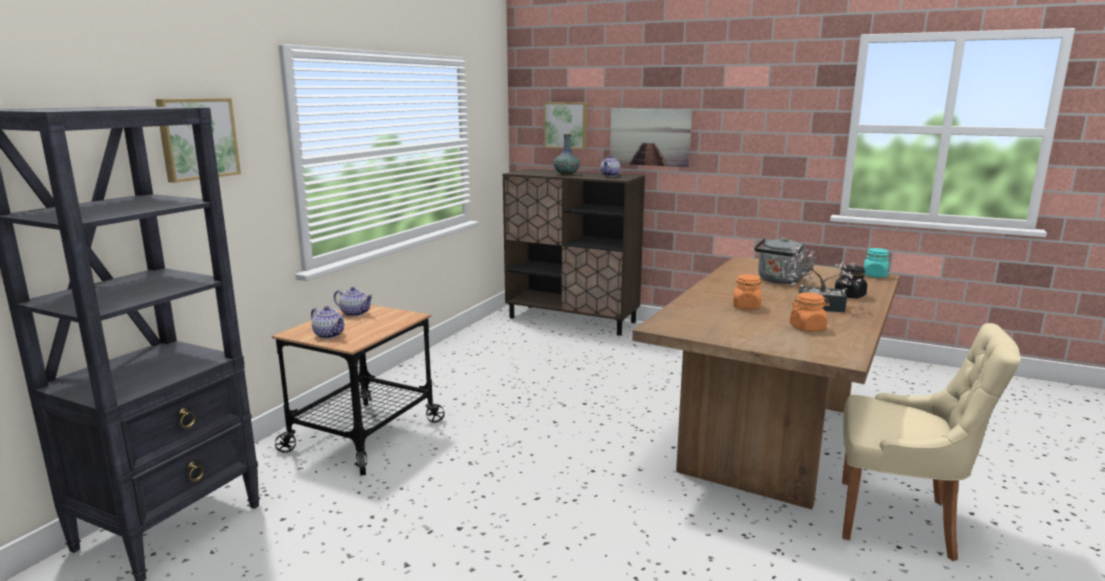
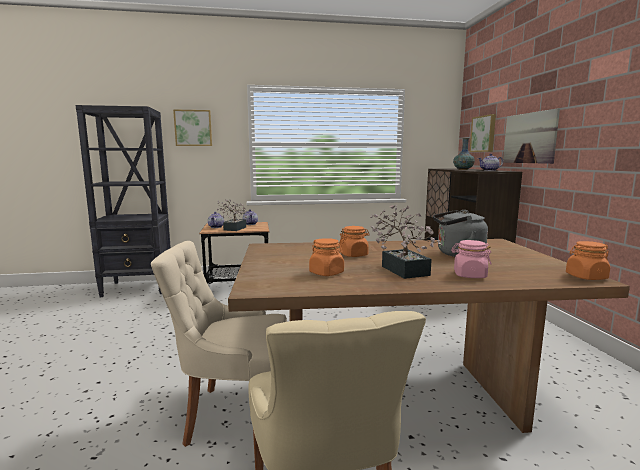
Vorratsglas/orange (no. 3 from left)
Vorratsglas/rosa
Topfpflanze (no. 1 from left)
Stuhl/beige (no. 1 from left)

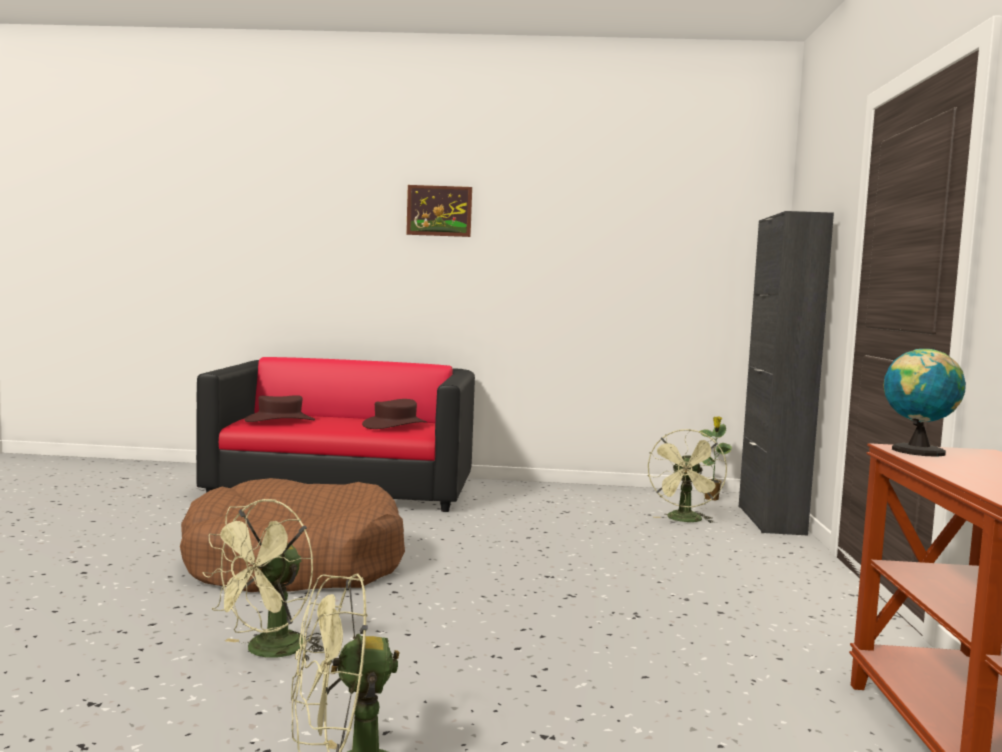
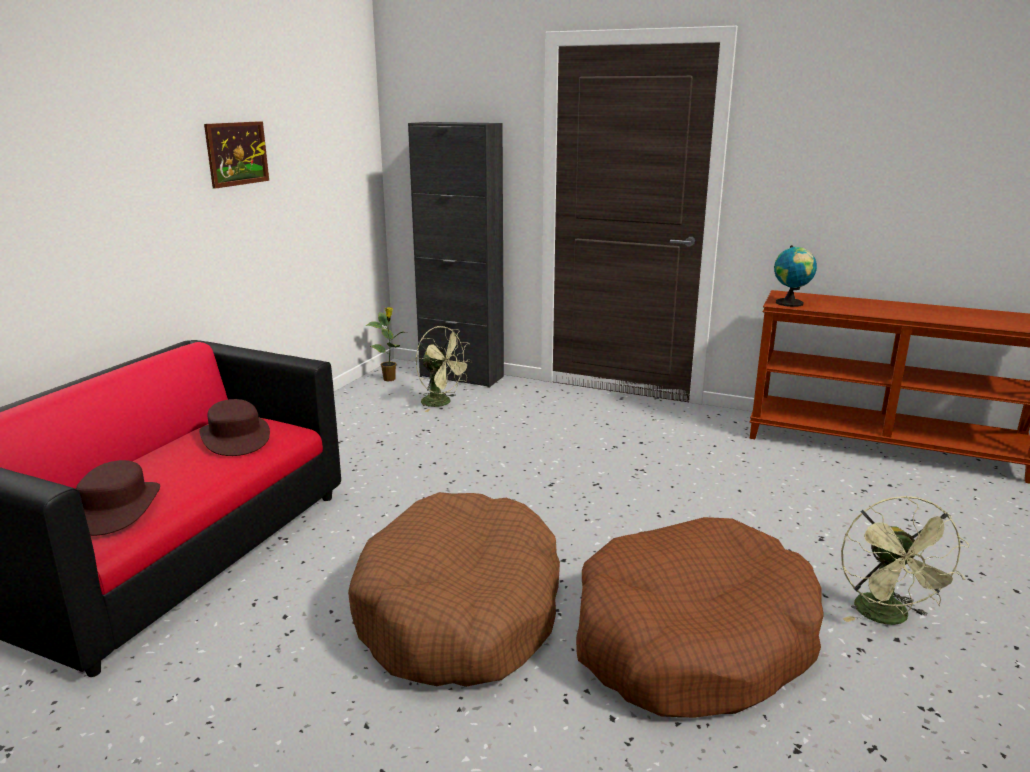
Bild
Hundebett/braun (no. 2 from left)

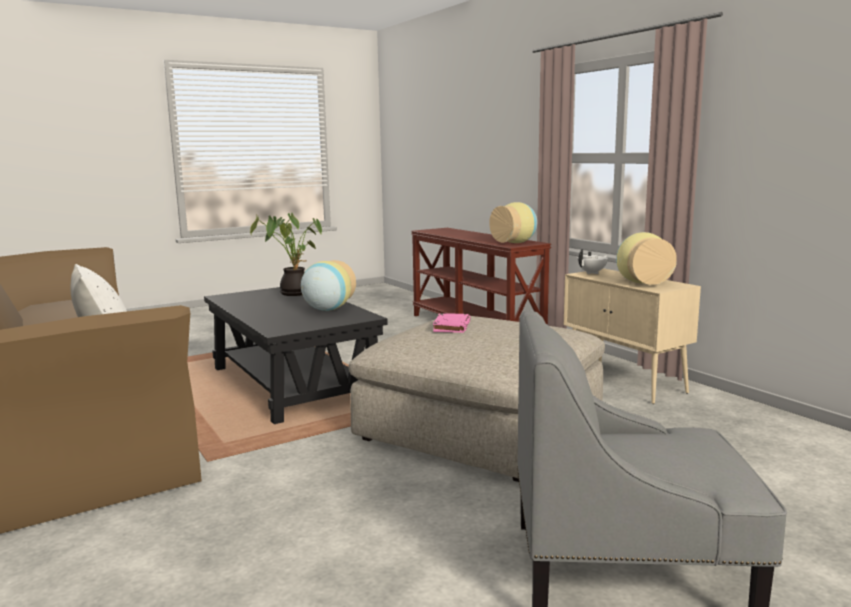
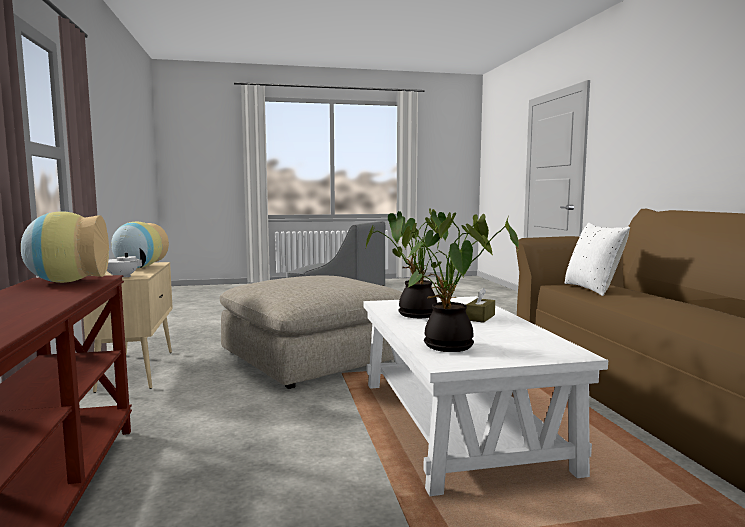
Topfpflanze (no. 1 from left)
Couchtisch/weiß
Buch/rosa
Taschentuchbox/braun

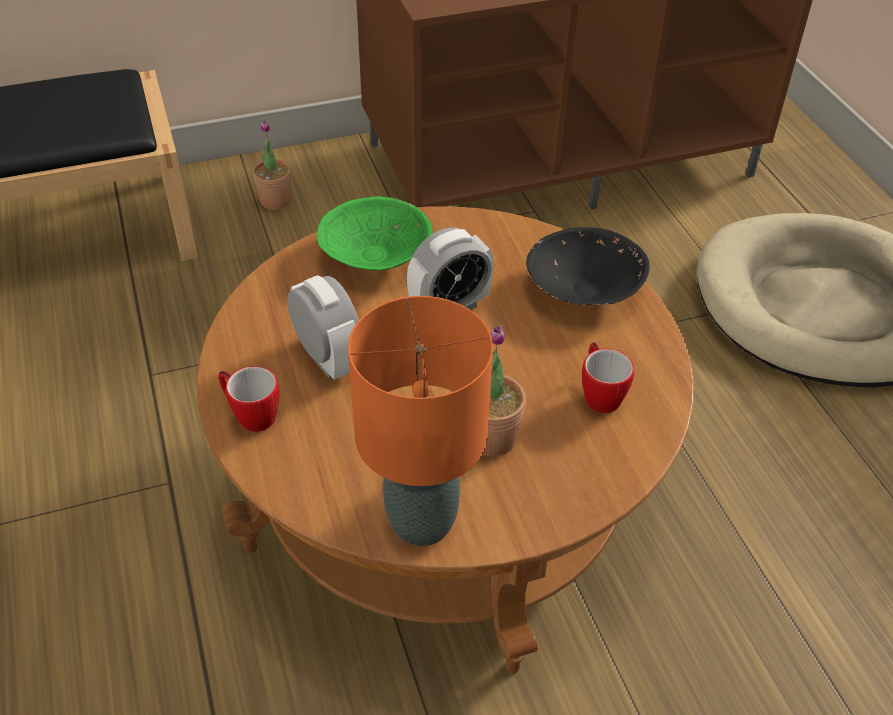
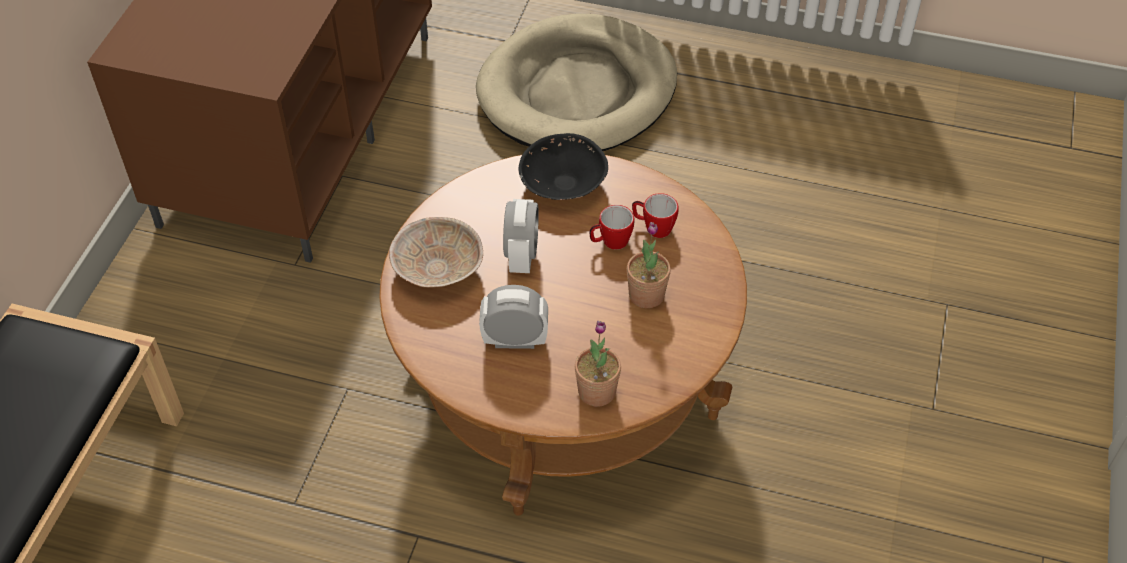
Topfpflanze (no. 1 from left)
Schüssel/beige
Tischlampe/orange
Henkelbecher (no. 1 from left)

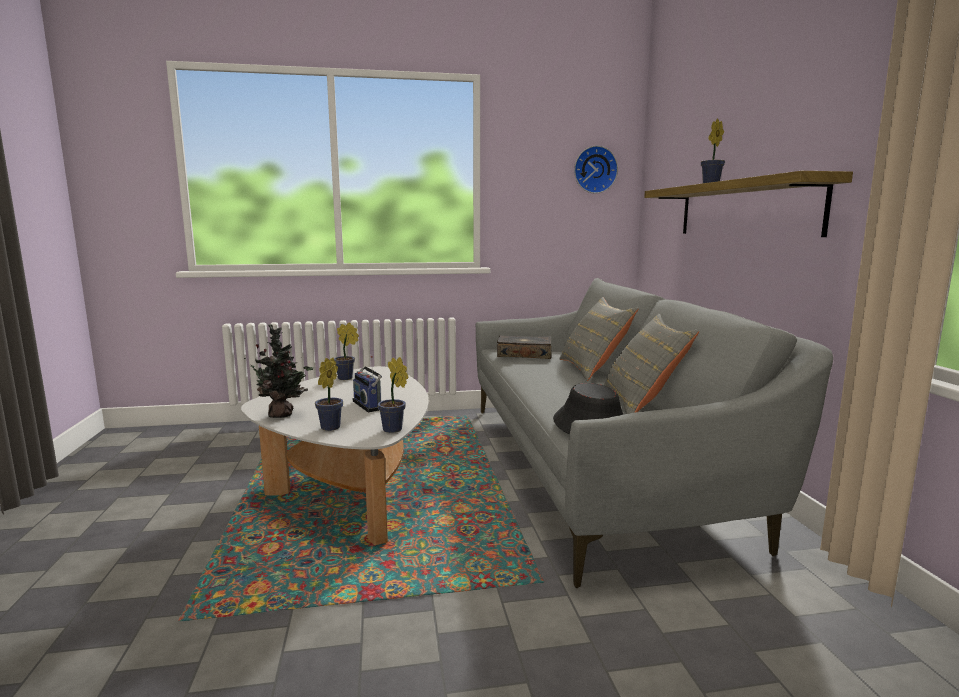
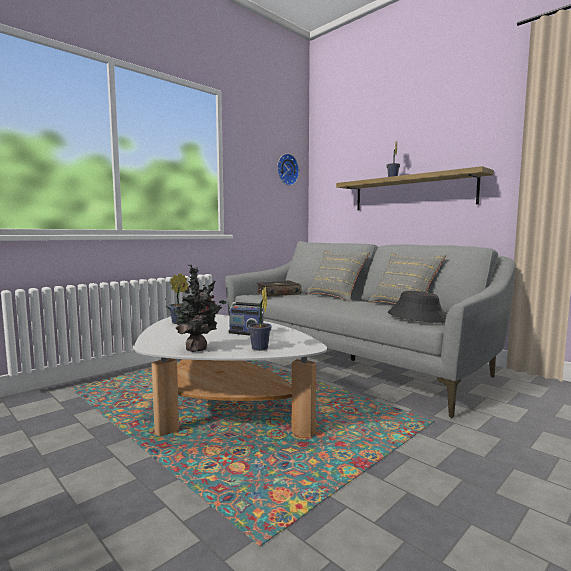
Topfpflanze (no. 4 from left in the first image)

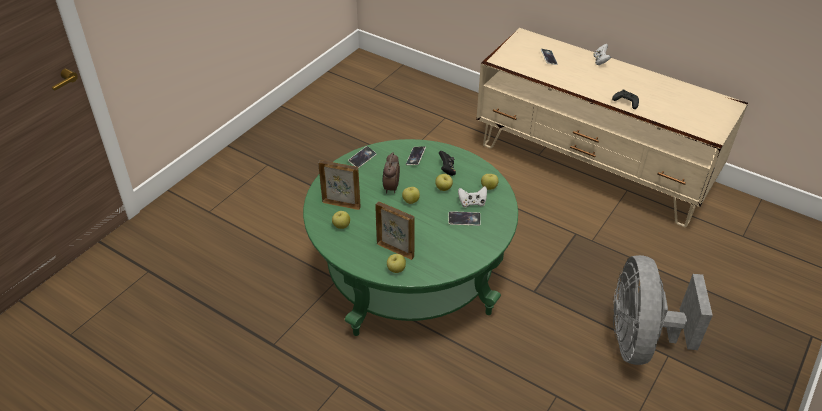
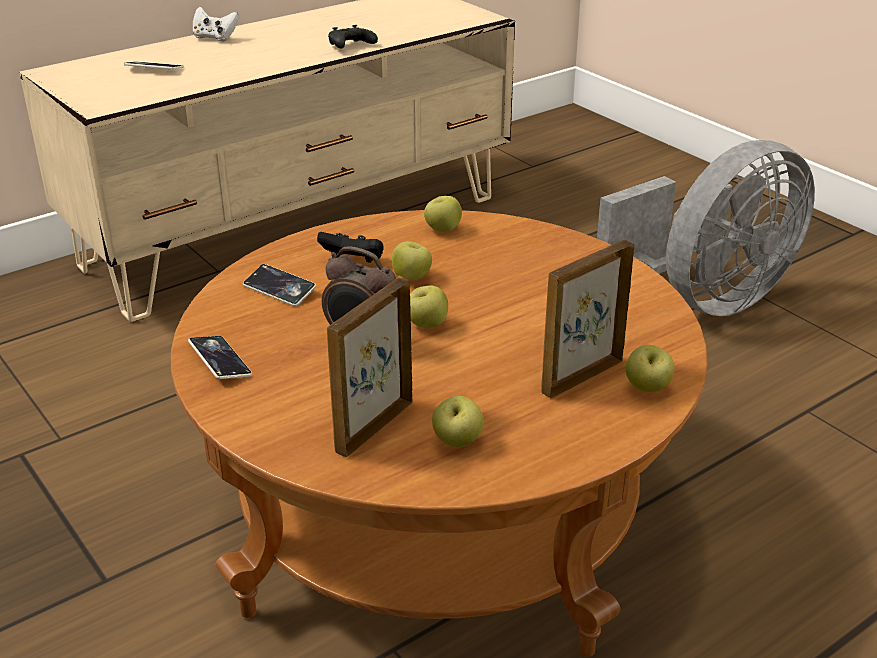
Couchtisch/braun
Gamepad/weiß (no. 1 from left in the first image)
Handy (no. 3 from left in the first image)
Ventilator/grau

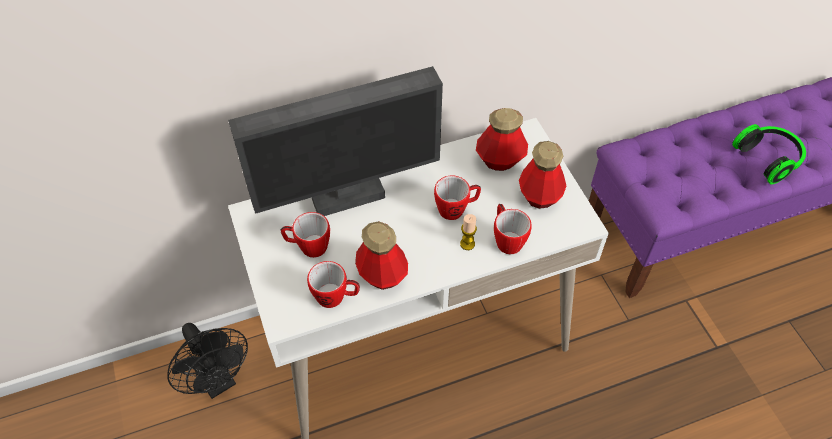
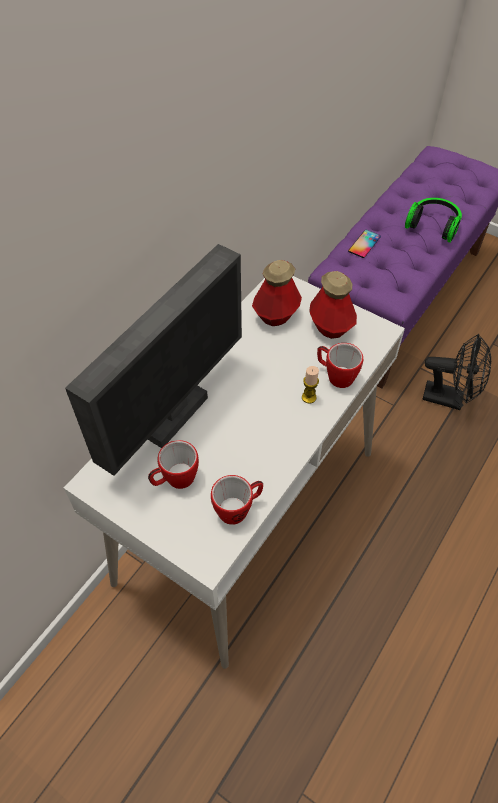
Henkelbecher (no. 3 from left in the first image)
Flasche (no. 1 from left in the first image)
Ventilator/schwarz
Handy

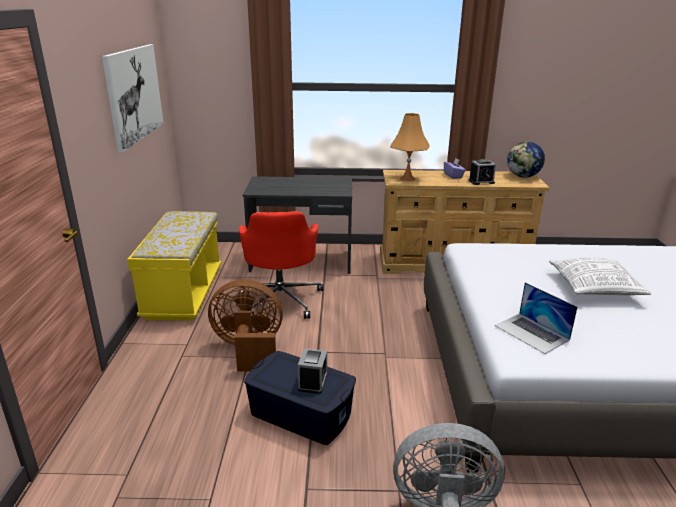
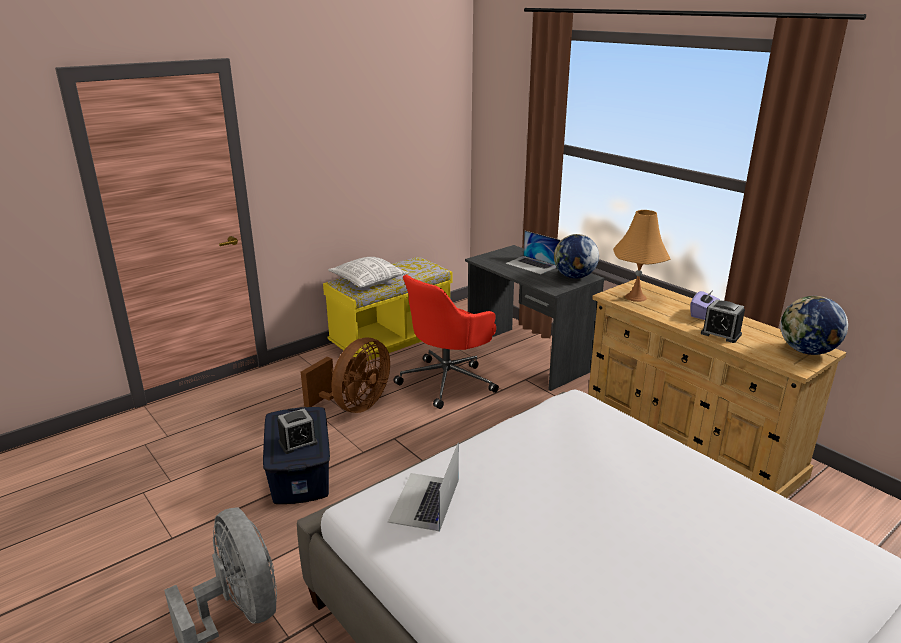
Bild
Kissen
Ventilator/braun
Laptop (no. 2 from left)
Globus (no. 1 from left)

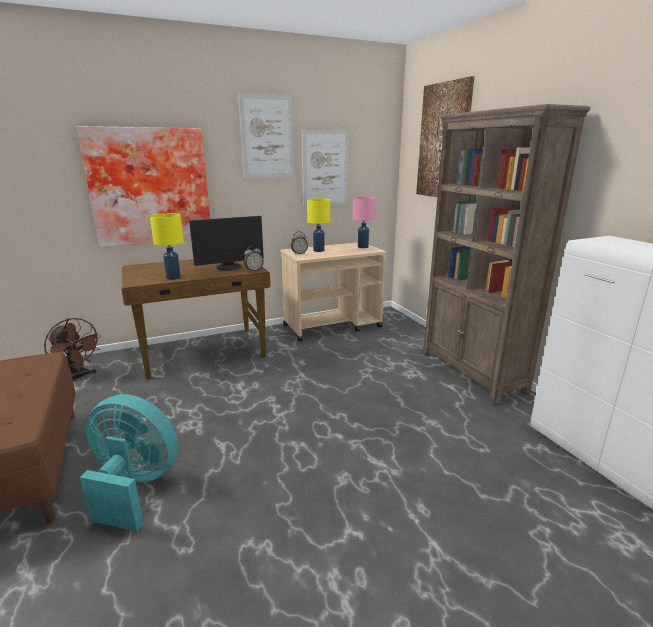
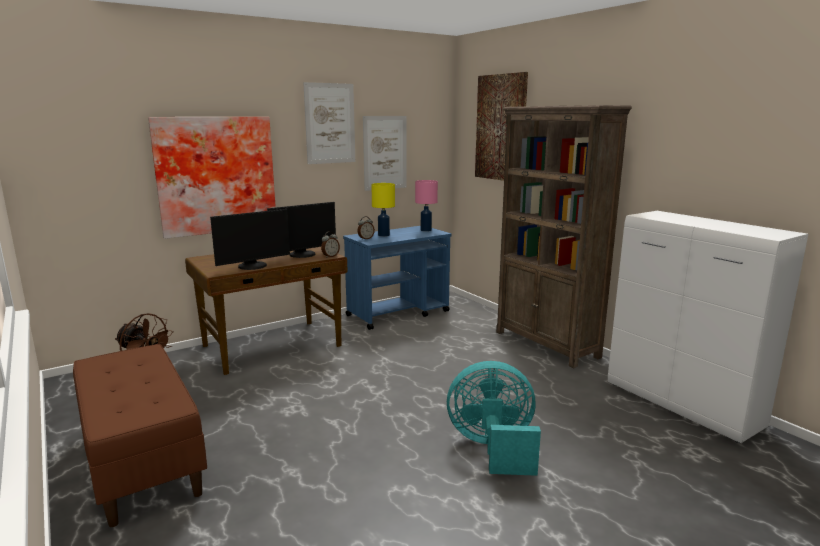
Monitor (no. 1 from left)
Rollwagen/blau
Ventilator/türkis

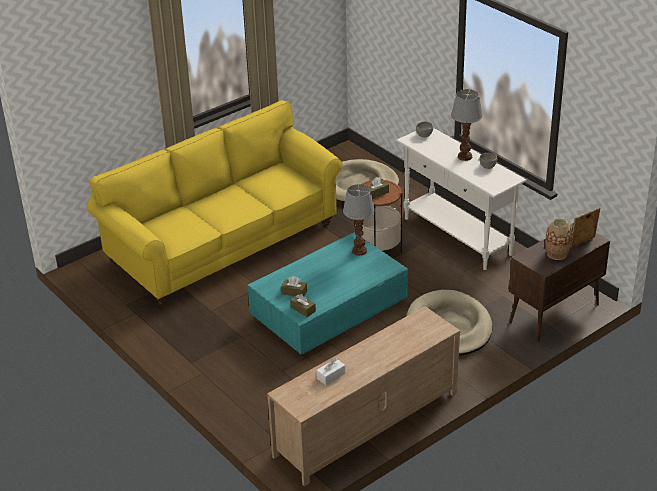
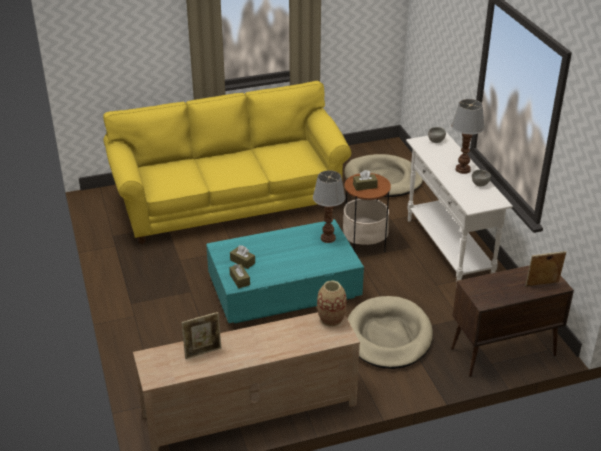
Vase
Bilderrahmen (no. 1 from left)

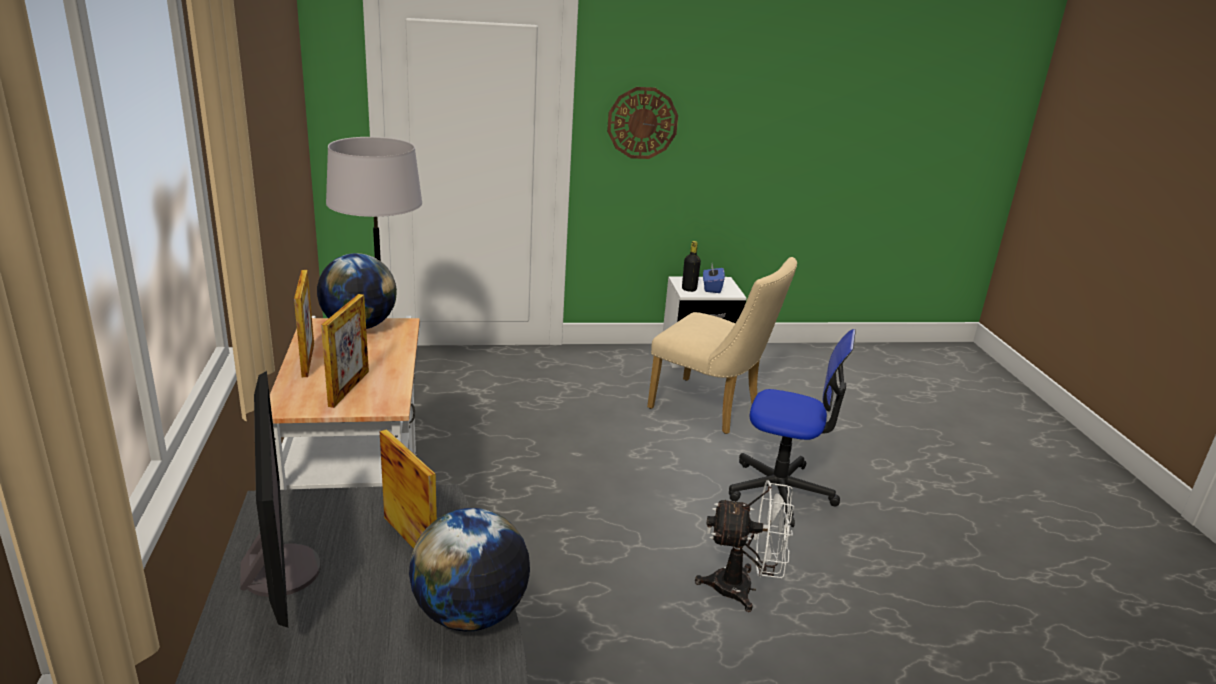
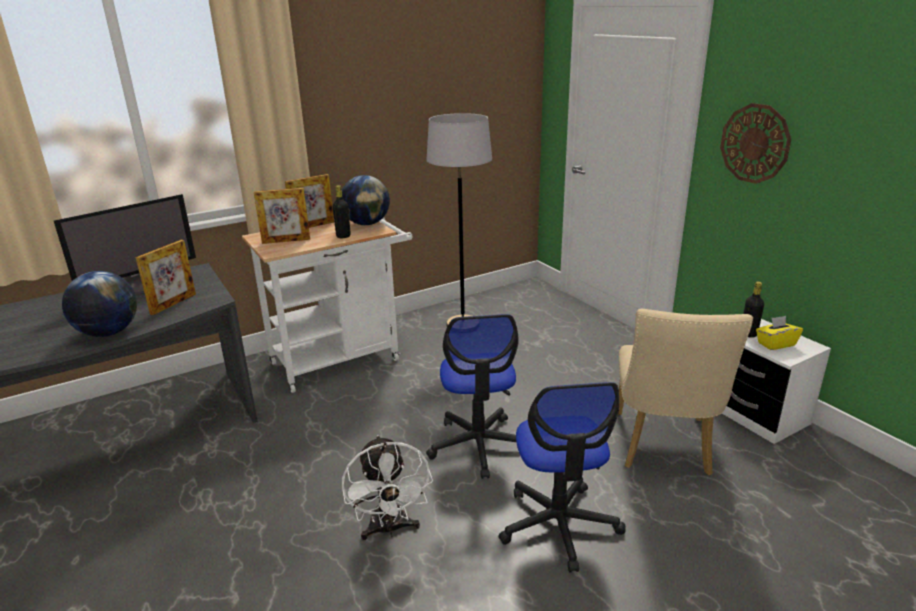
Taschentuchbox/gelb
Flasche/schwarz (no. 1 from left)
Bürostuhl (no. 1 from left)

